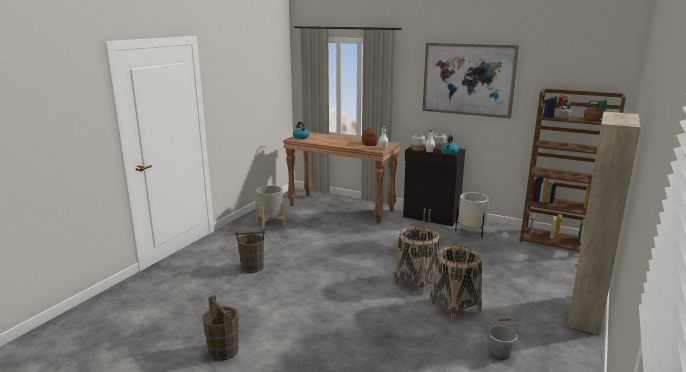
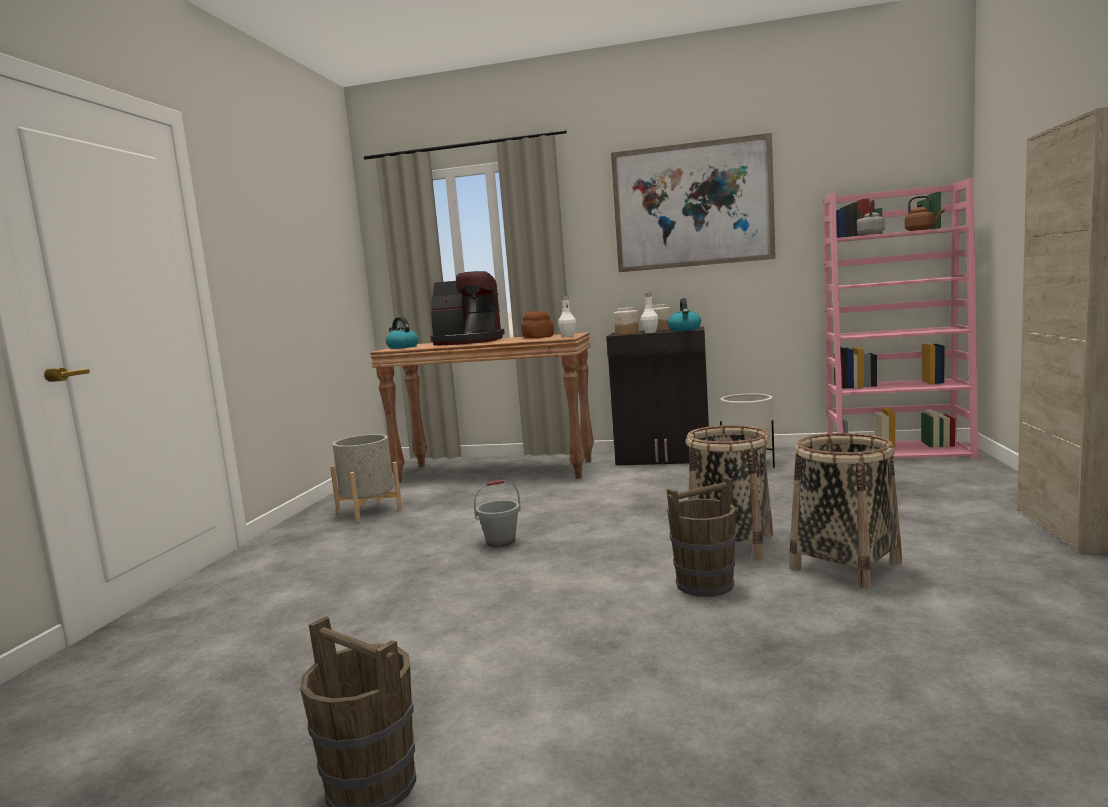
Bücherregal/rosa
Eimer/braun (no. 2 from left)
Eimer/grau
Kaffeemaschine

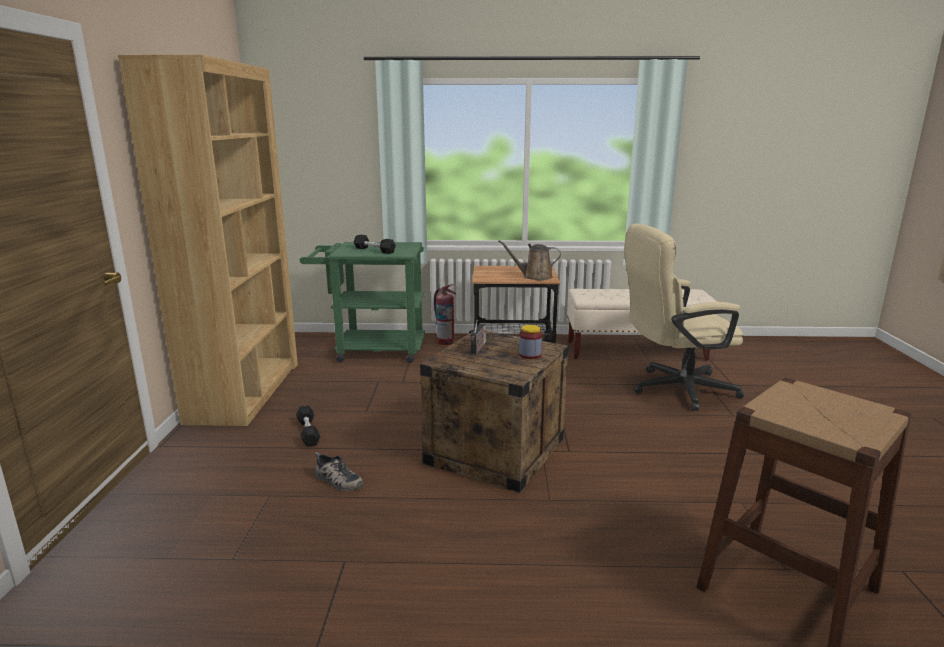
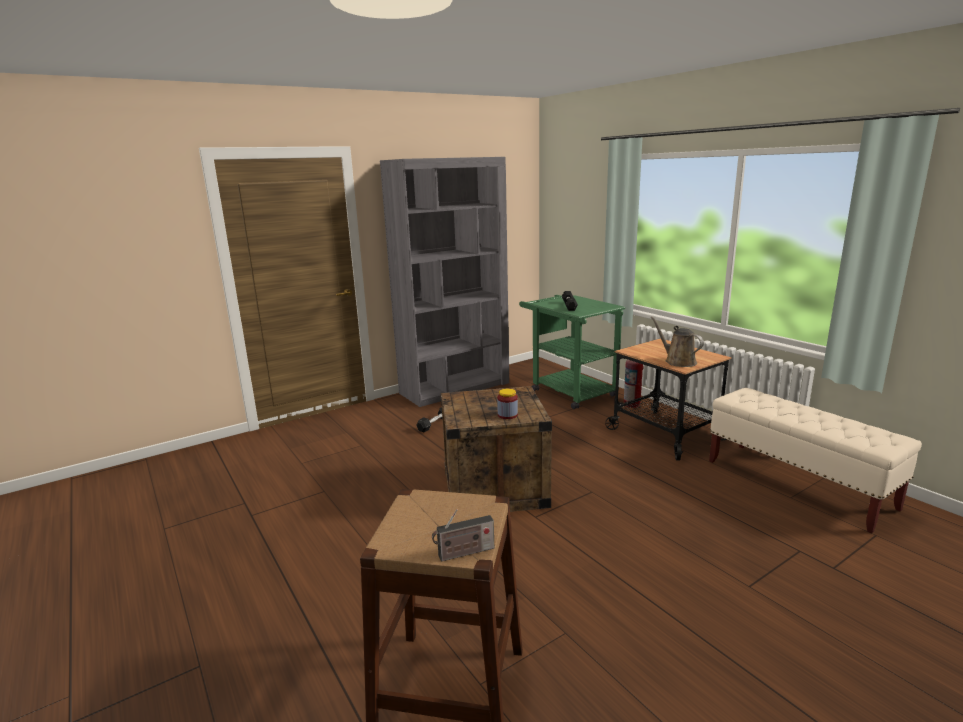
Bücherregal/grau
Bürostuhl/beige
Radio
Schuh

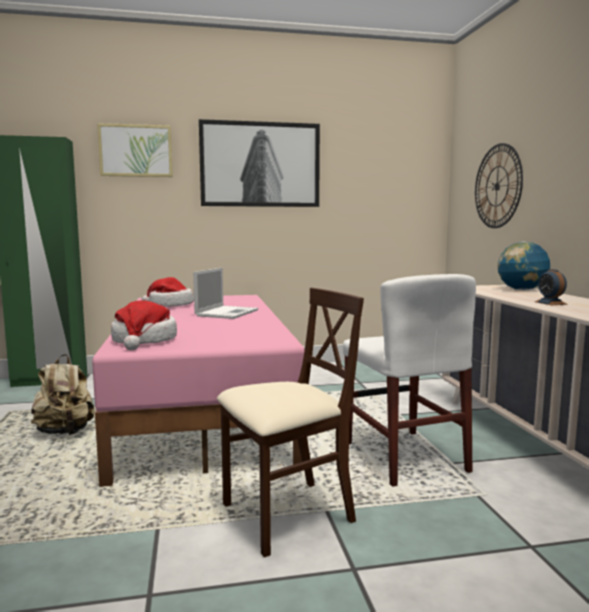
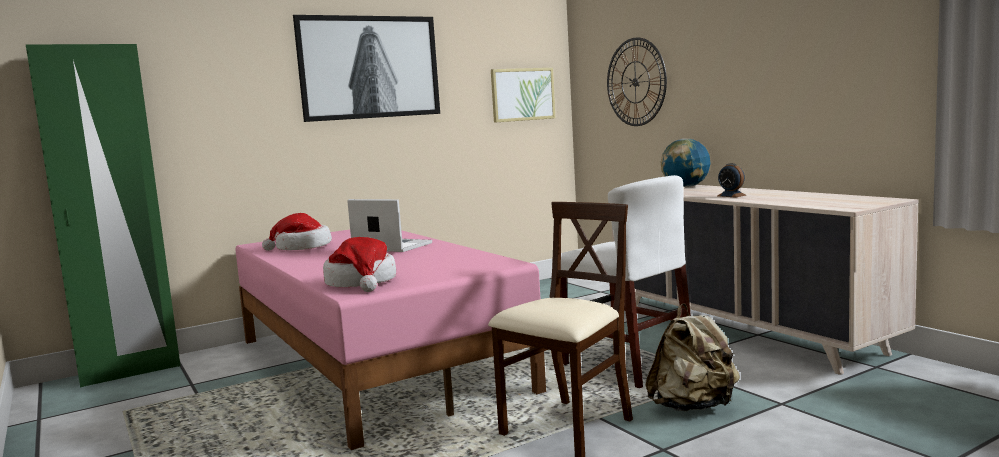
Bild (no. 2 from left)
Laptop
Rucksack/beige

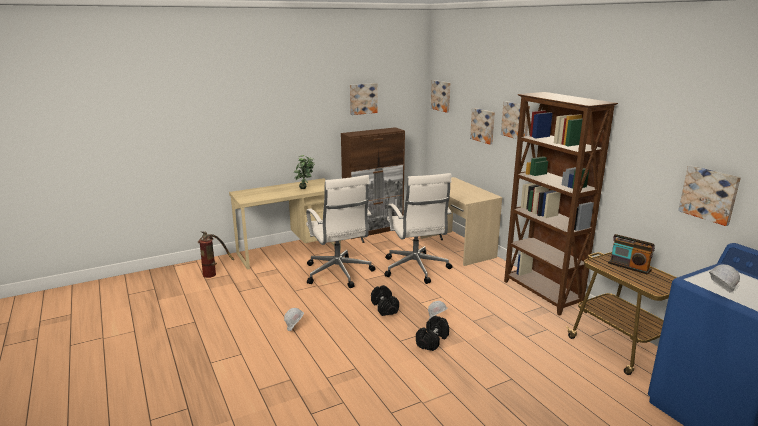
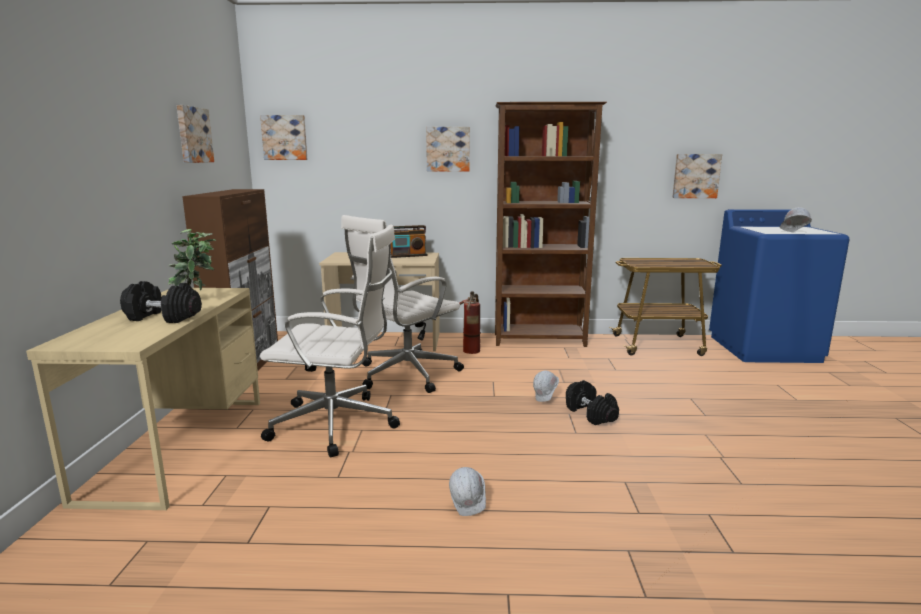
Bild (no. 3 from left in the first image)
Bürostuhl/weiß (no. 2 from left)
Feuerlöscher
Radio
Hantel/schwarz (no. 1 from left)

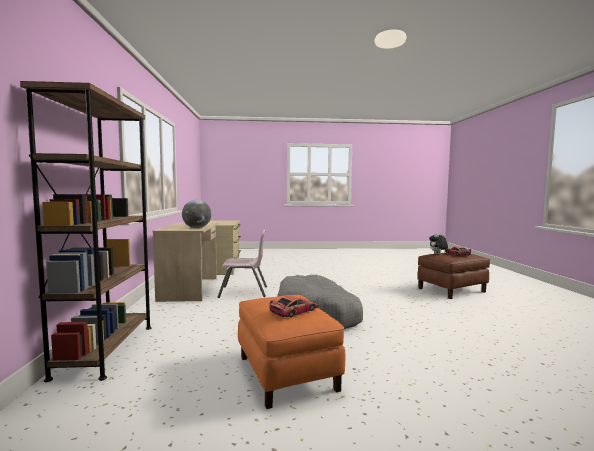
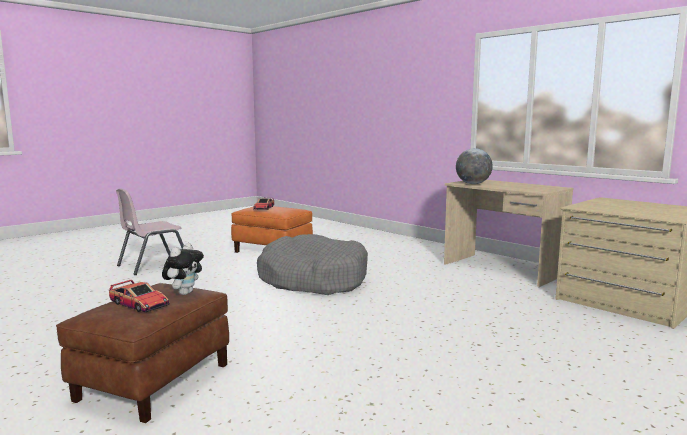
Bücherregal/braun
Stuhl/rosa

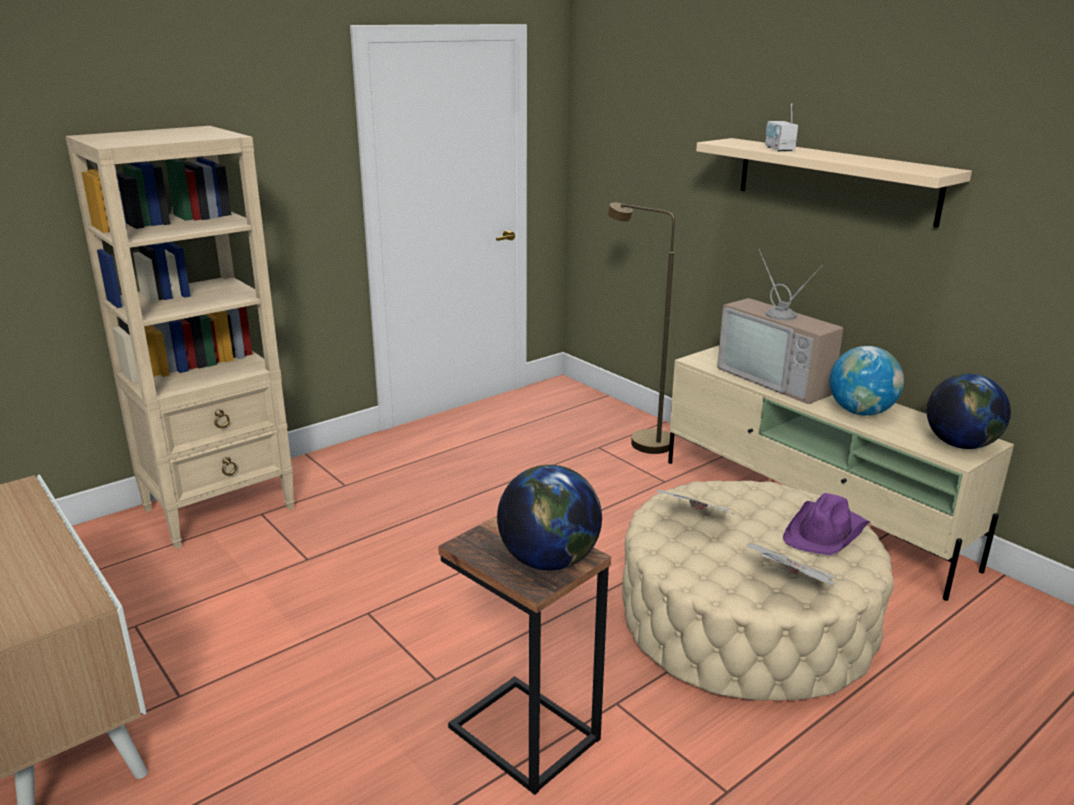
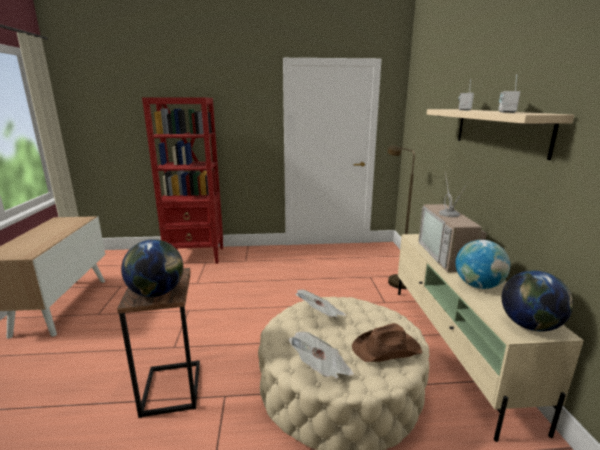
Bücherregal/rot
Hut/braun
Radio (no. 2 from left)

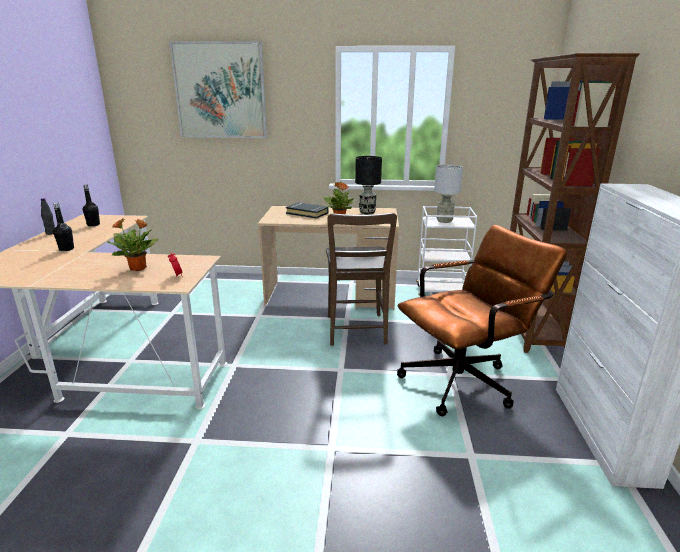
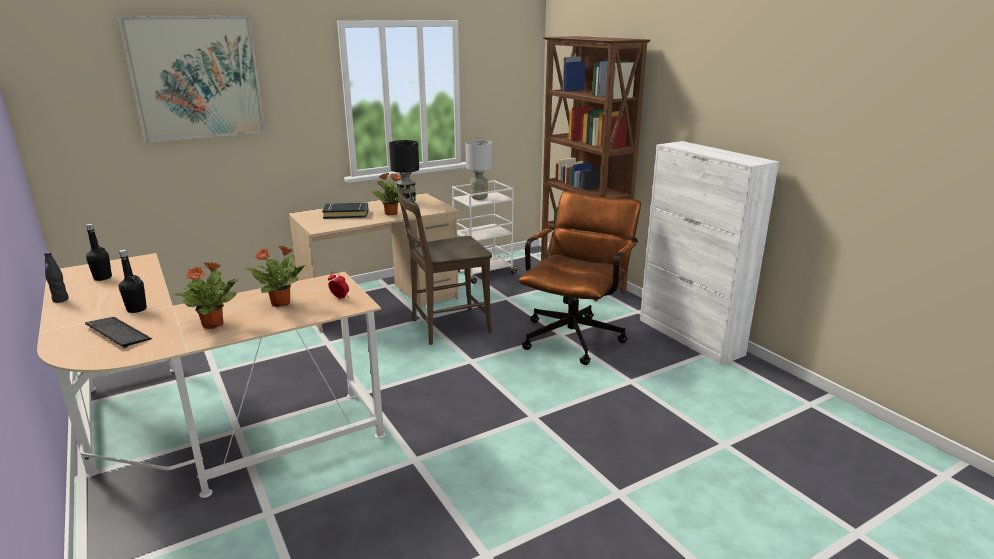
Stuhl/braun
Topfpflanze (no. 1 from left)
Tastatur

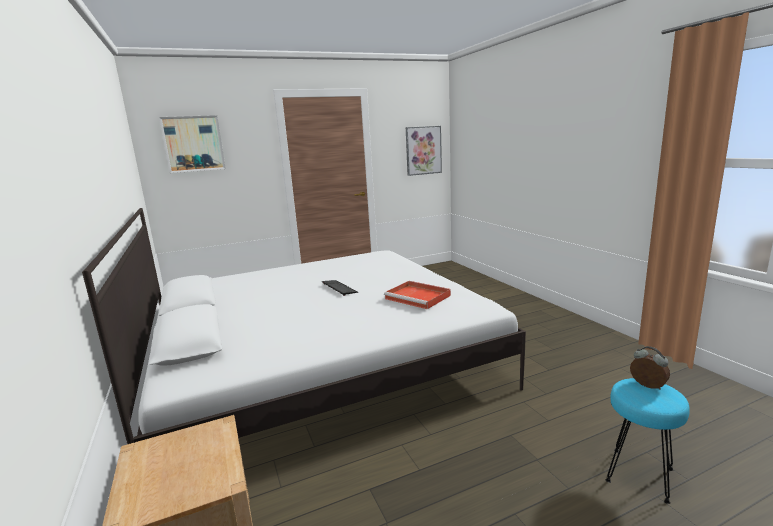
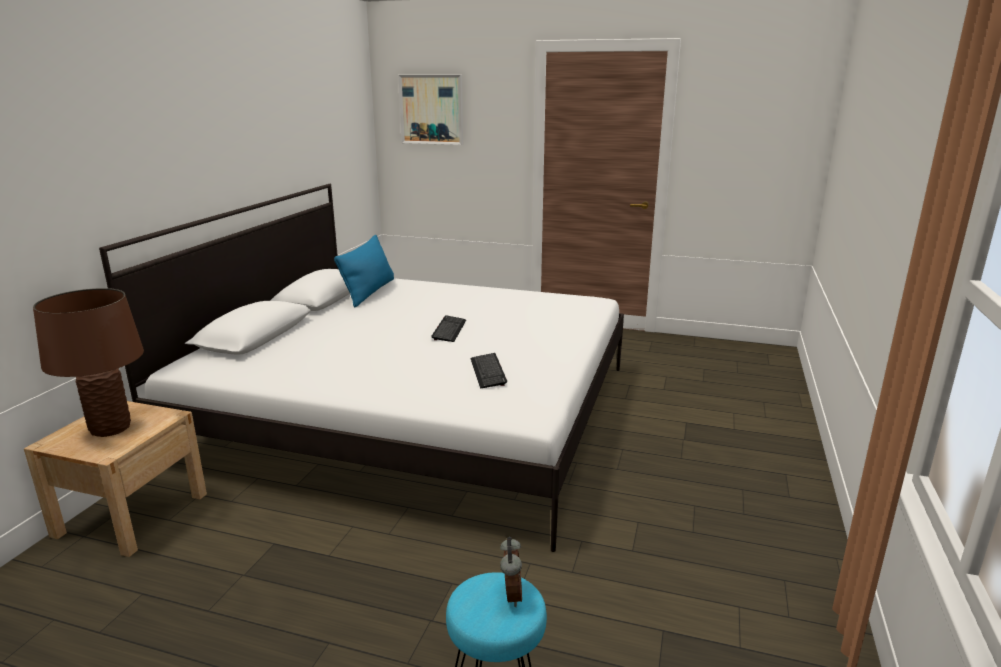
Bild (no. 2 from left in the first image)
Tastatur (no. 2 from left)
Kissen/blau
Tischlampe/braun

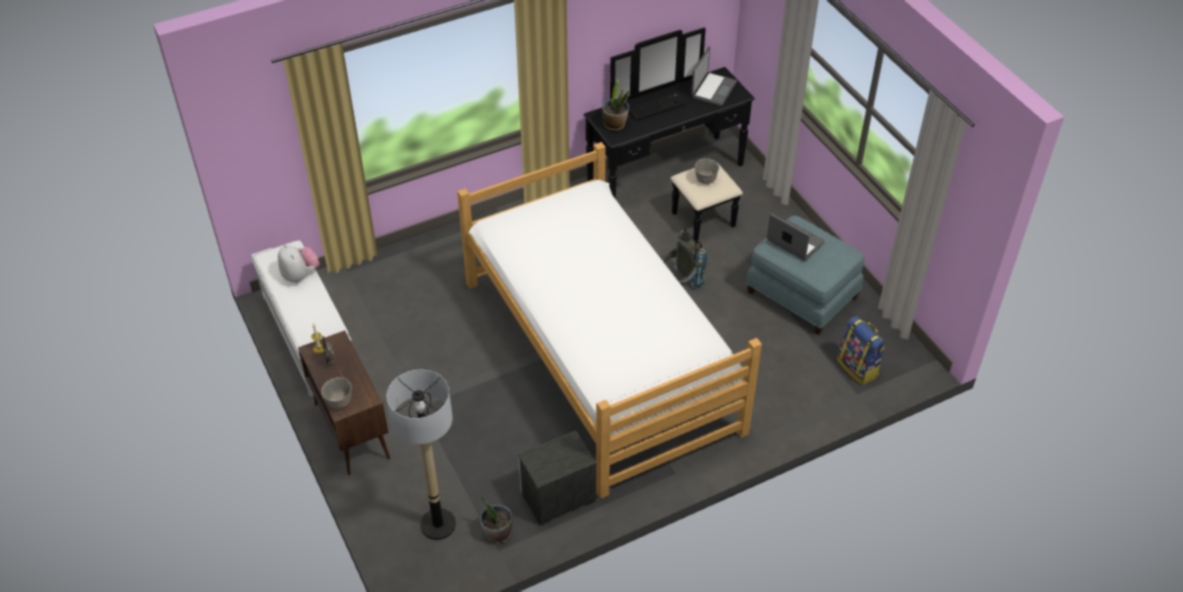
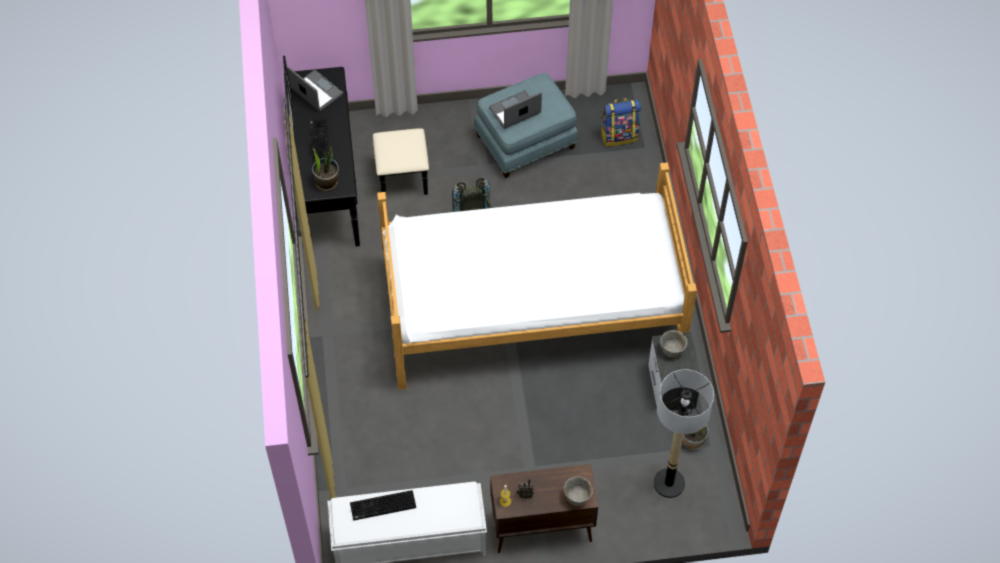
Schüssel/grau (no. 2 from left)
Tastatur (no. 2 from left)

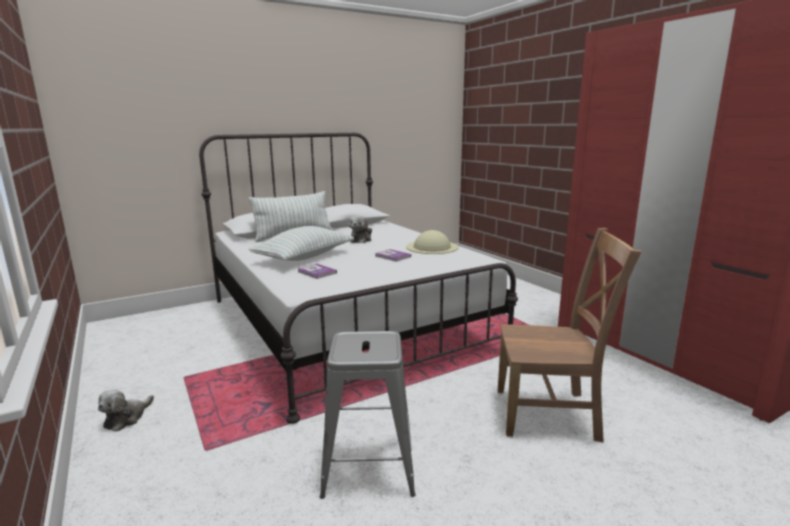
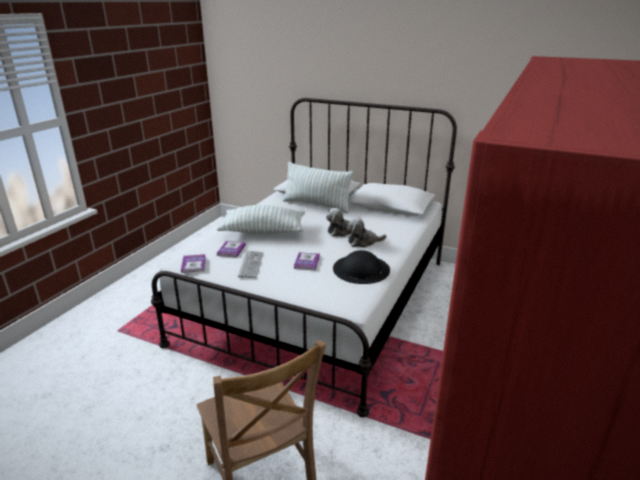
Hut/schwarz
Hocker/grau
Plüschtier (no. 2 from left)
Tastatur
Buch (no. 1 from left)

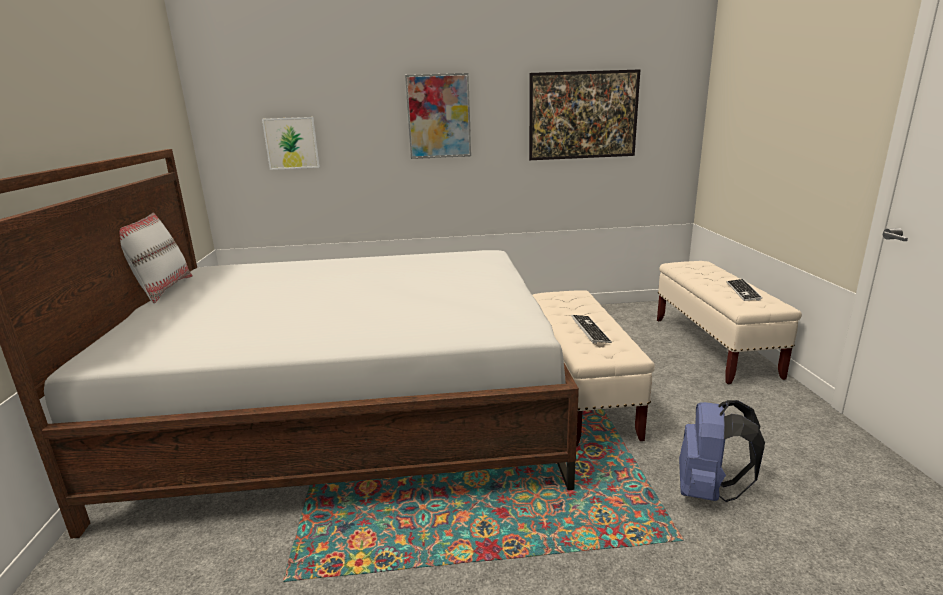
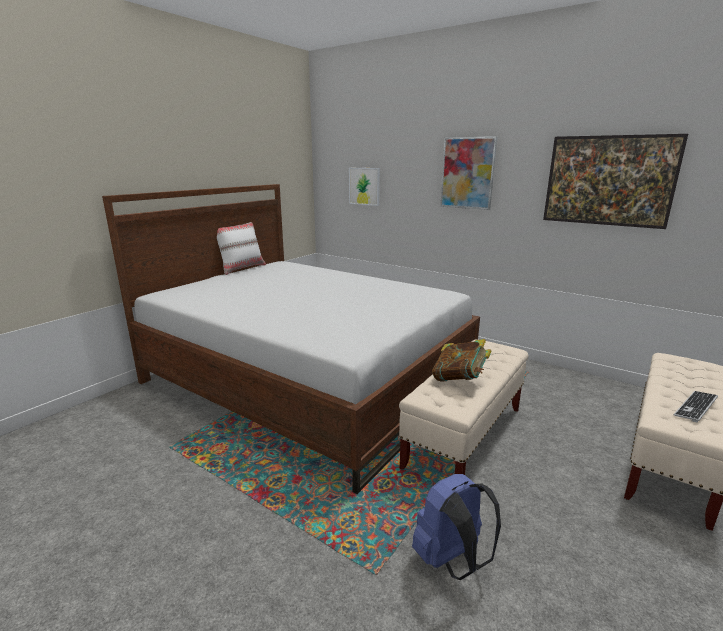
Buch

